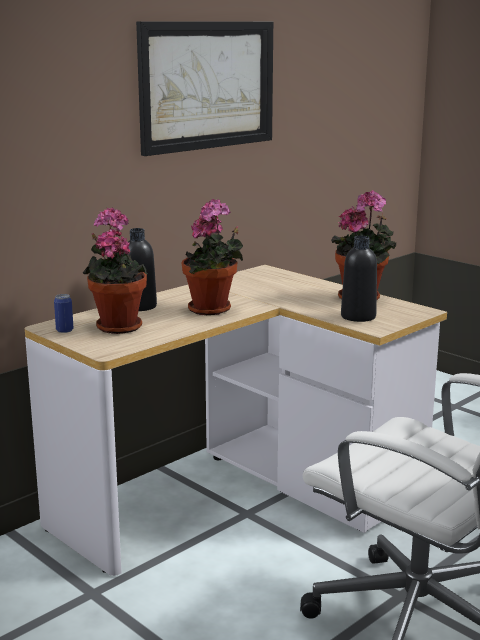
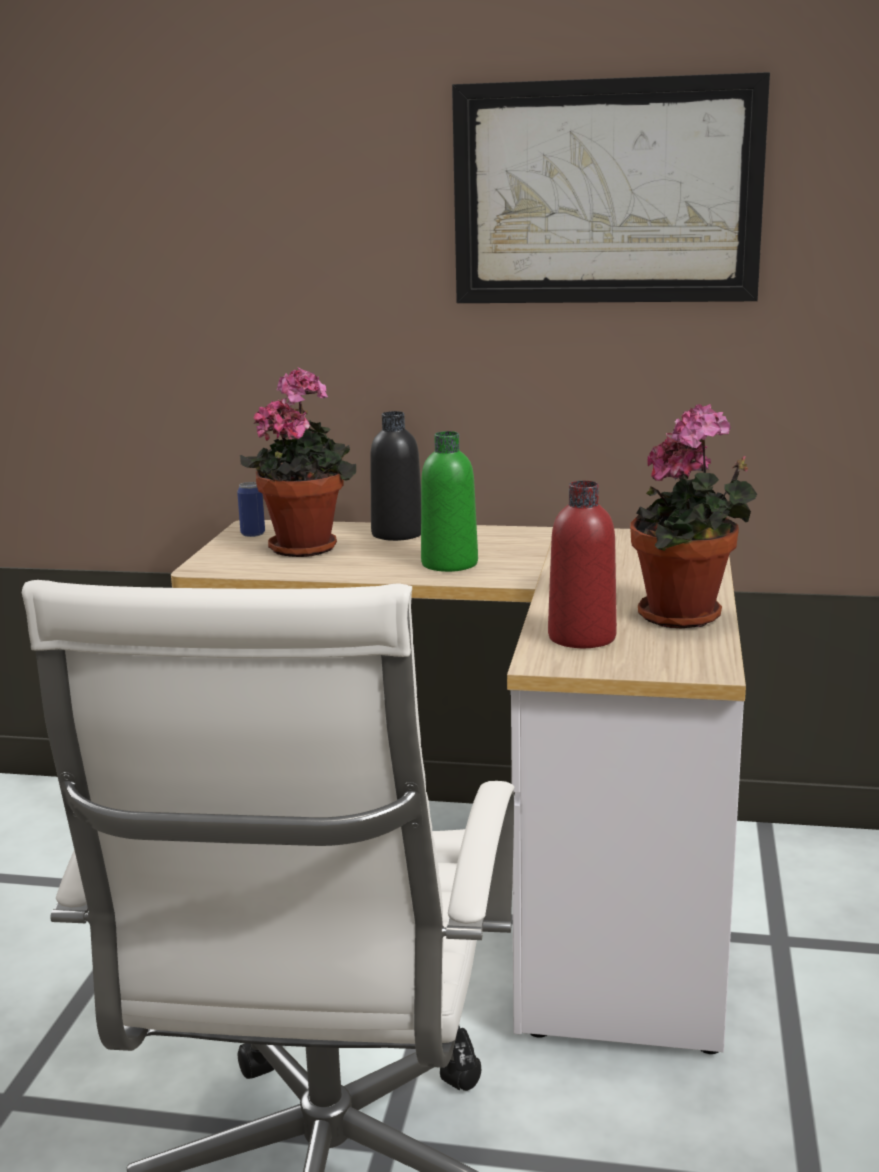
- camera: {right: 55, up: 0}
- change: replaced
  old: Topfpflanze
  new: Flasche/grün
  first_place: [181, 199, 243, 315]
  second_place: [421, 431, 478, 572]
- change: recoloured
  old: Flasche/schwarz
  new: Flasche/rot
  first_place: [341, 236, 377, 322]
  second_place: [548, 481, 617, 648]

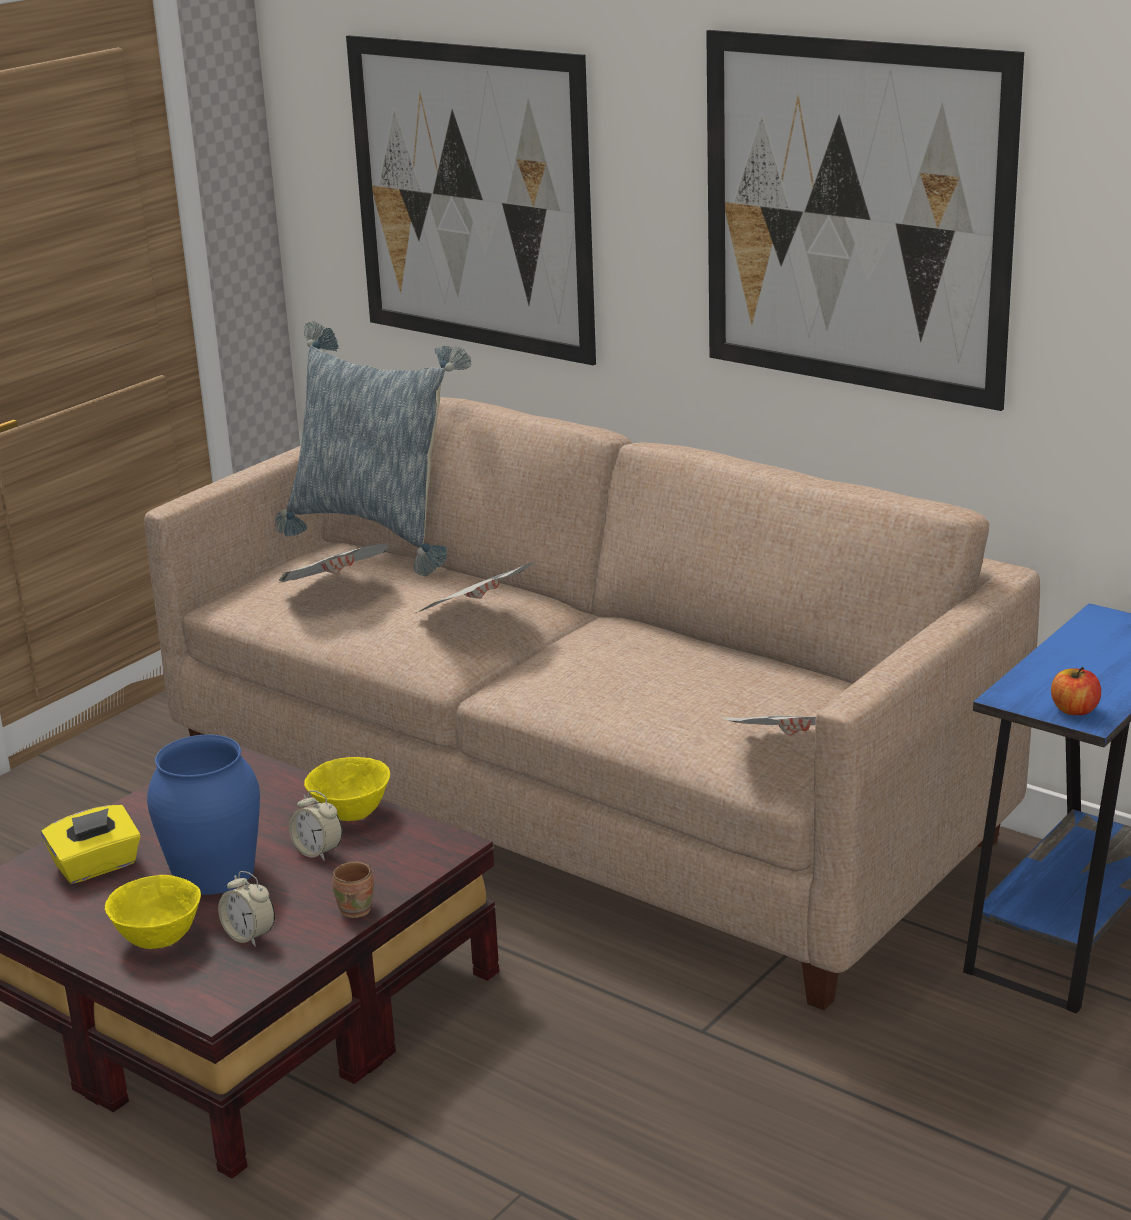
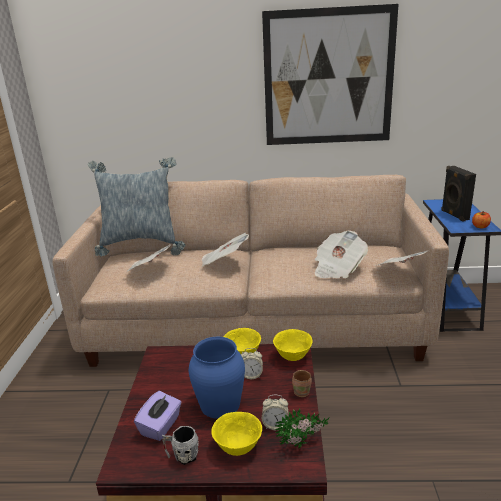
- camera: {right: -35, up: 0}
- change: removed
  old: Bild
  first_place: [346, 35, 596, 365]
- change: added
  new: Henkelbecher/grau
  second_place: [162, 426, 199, 465]
- change: added
  new: Schüssel/gelb
  second_place: [273, 329, 313, 361]
- change: added
  new: Topfpflanze
  second_place: [275, 409, 329, 448]
- change: added
  new: Zeitung
  second_place: [314, 231, 368, 278]
- change: added
  new: Lautsprecher/schwarz
  second_place: [441, 166, 476, 221]
- change: recoloured
  old: Taschentuchbox/gelb
  new: Taschentuchbox/lila
  first_place: [41, 805, 141, 884]
  second_place: [134, 391, 182, 441]

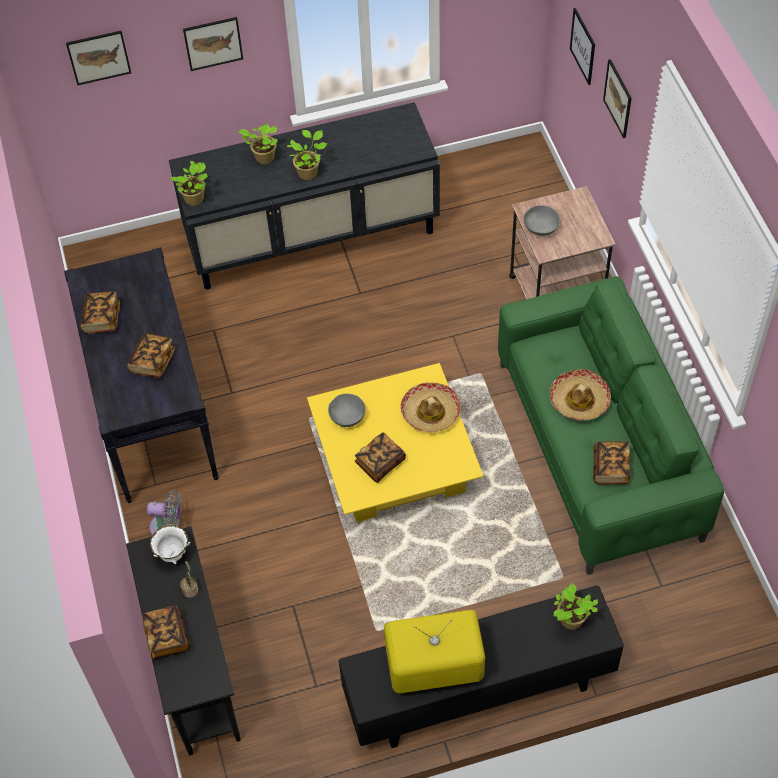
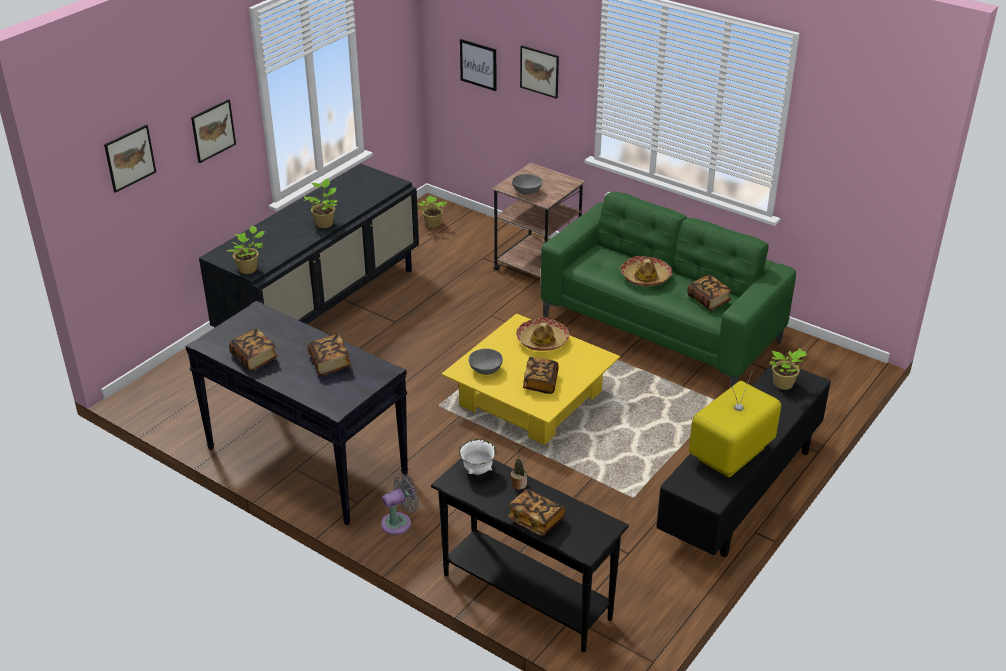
- camera: {right: -40, up: -20}
- change: moved
  old: Topfpflanze
  first_place: [238, 123, 278, 164]
  second_place: [417, 196, 447, 228]

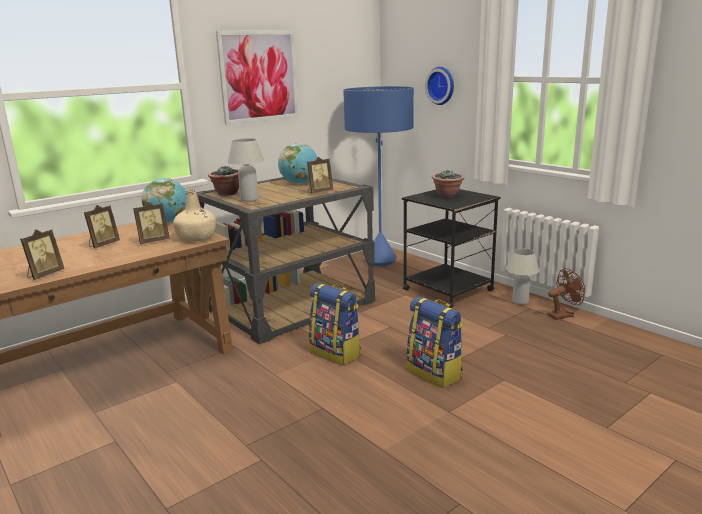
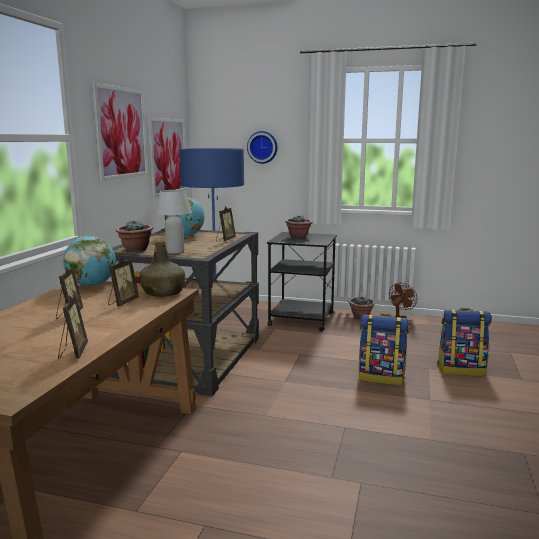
- camera: {right: -35, up: -5}
- change: added
  new: Bild
  second_place: [148, 117, 187, 198]
- change: moved
  old: Rucksack
  first_place: [309, 283, 361, 366]
  second_place: [437, 308, 492, 376]
- change: replaced
  old: Tischlampe/weiß
  new: Topfpflanze
  first_place: [506, 248, 539, 305]
  second_place: [349, 296, 375, 319]
- change: recoloured
  old: Flasche/beige
  new: Flasche/grün
  first_place: [173, 189, 216, 242]
  second_place: [139, 241, 185, 297]

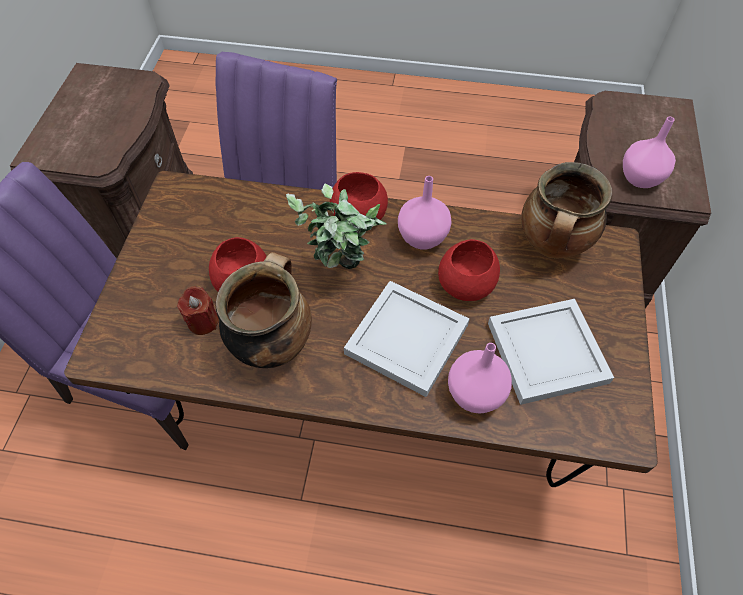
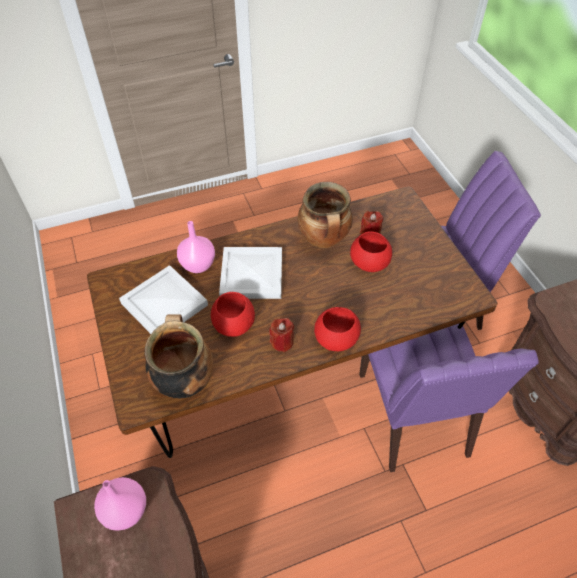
- camera: {right: 150, up: -5}
- change: removed
  old: Topfpflanze
  first_place: [286, 184, 387, 269]
- change: replaced
  old: Vase/rosa
  new: Kerze/rot
  first_place: [398, 176, 452, 250]
  second_place: [269, 318, 294, 352]

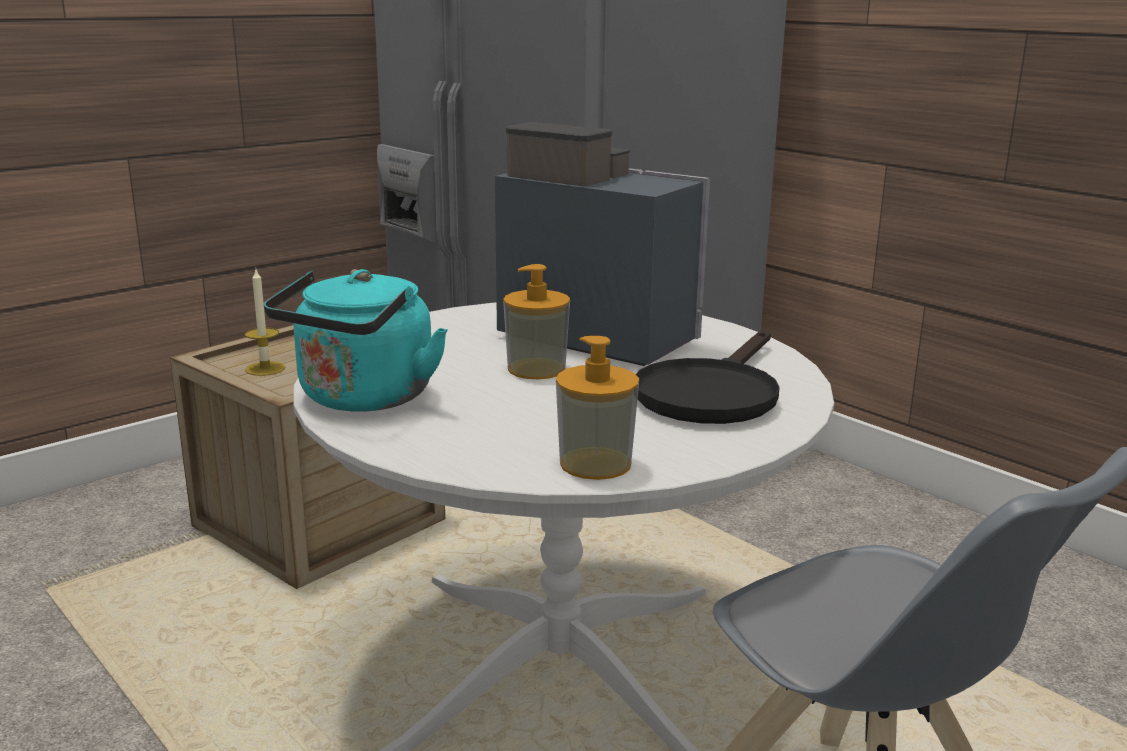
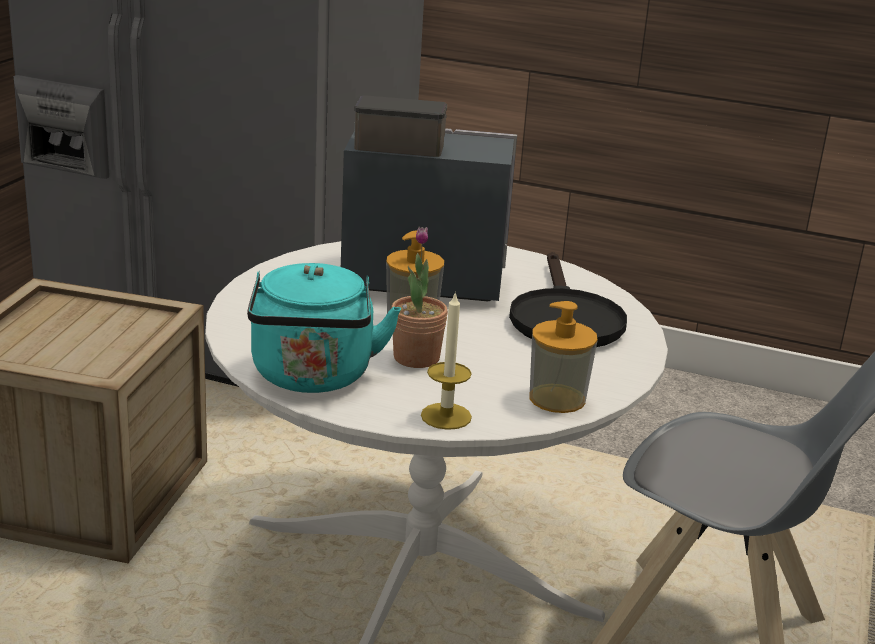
- camera: {right: -30, up: 5}
- change: added
  new: Topfpflanze
  second_place: [391, 226, 448, 368]
- change: moved
  old: Kerze
  first_place: [245, 267, 285, 376]
  second_place: [421, 291, 472, 430]

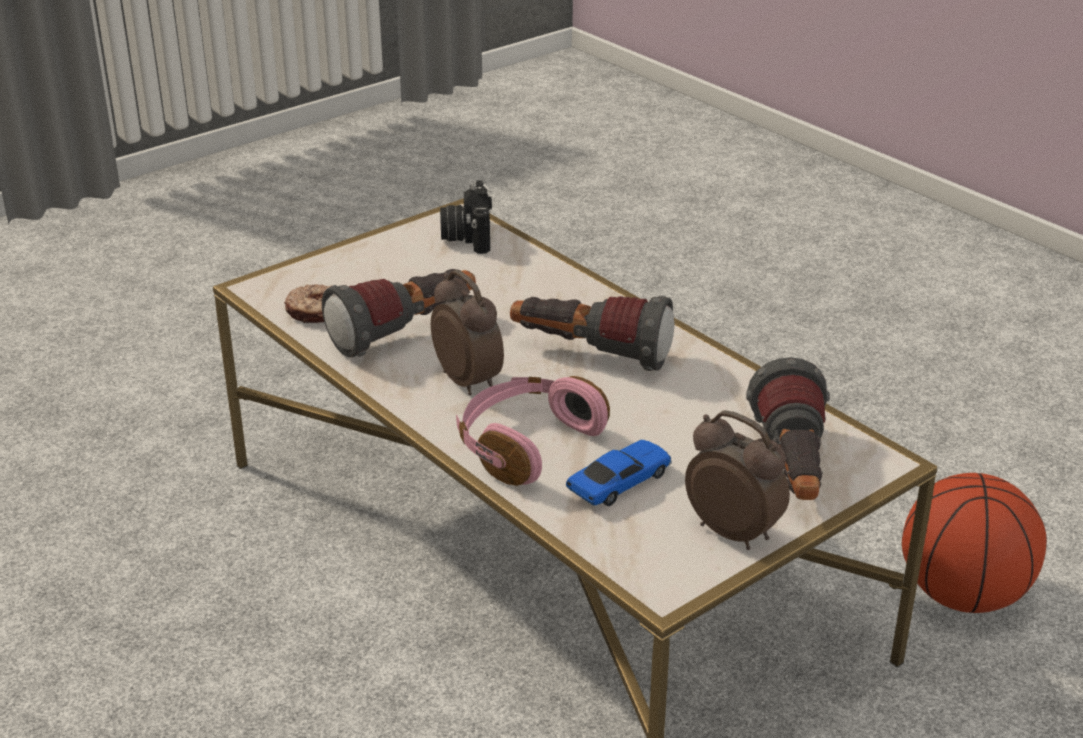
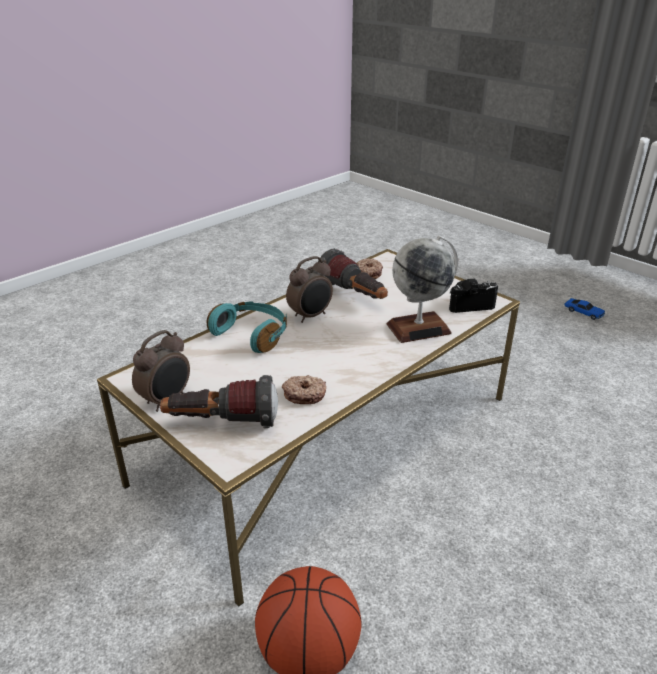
- camera: {right: 85, up: 0}
- change: removed
  old: Taschenlampe
  first_place: [510, 295, 674, 371]
- change: added
  new: Donut
  second_place: [282, 375, 326, 404]
- change: added
  new: Globus
  second_place: [387, 235, 458, 343]
- change: moved
  old: Spielzeugauto
  first_place: [566, 440, 672, 506]
  second_place: [564, 298, 605, 320]
- change: recoloured
  old: Kopfhörer/rosa
  new: Kopfhörer/türkis
  first_place: [456, 376, 610, 486]
  second_place: [206, 301, 287, 353]

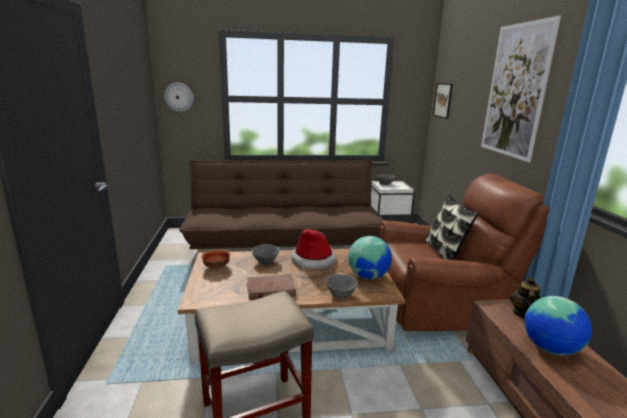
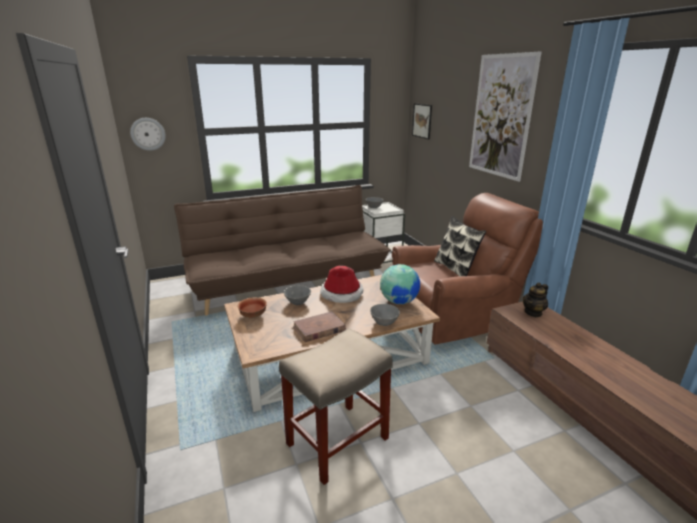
- camera: {right: -15, up: 5}
- change: removed
  old: Globus
  first_place: [524, 296, 592, 355]
- change: turned
  old: Teekanne
  first_place: [510, 277, 542, 318]
  second_place: [523, 283, 548, 317]
  degrees: -135

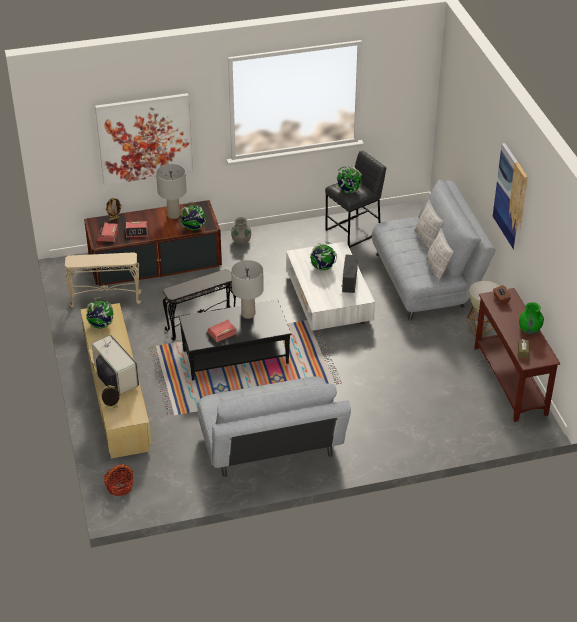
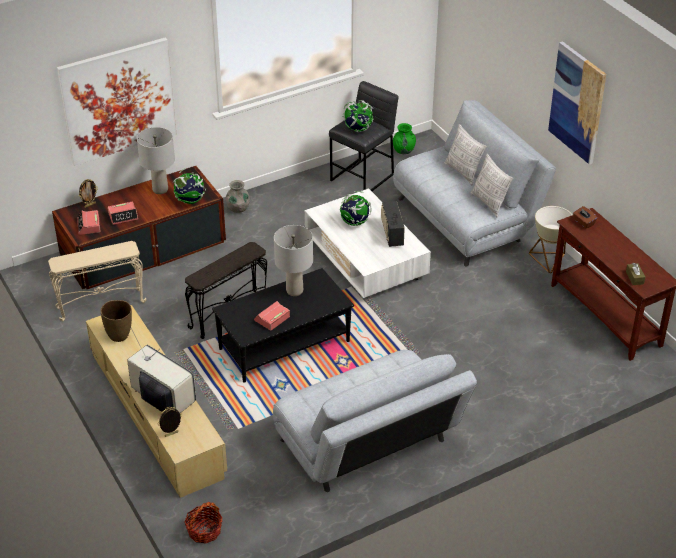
- camera: {right: -15, up: 0}
- change: moved
  old: Vase/grün
  first_place: [519, 302, 544, 334]
  second_place: [393, 123, 416, 154]
- change: replaced
  old: Globus
  new: Vase/braun
  first_place: [86, 297, 114, 328]
  second_place: [100, 300, 132, 342]

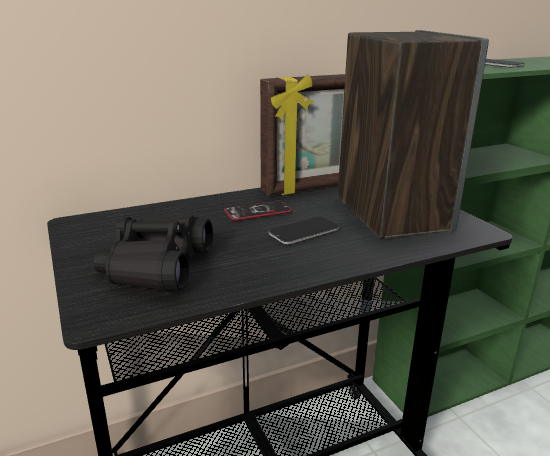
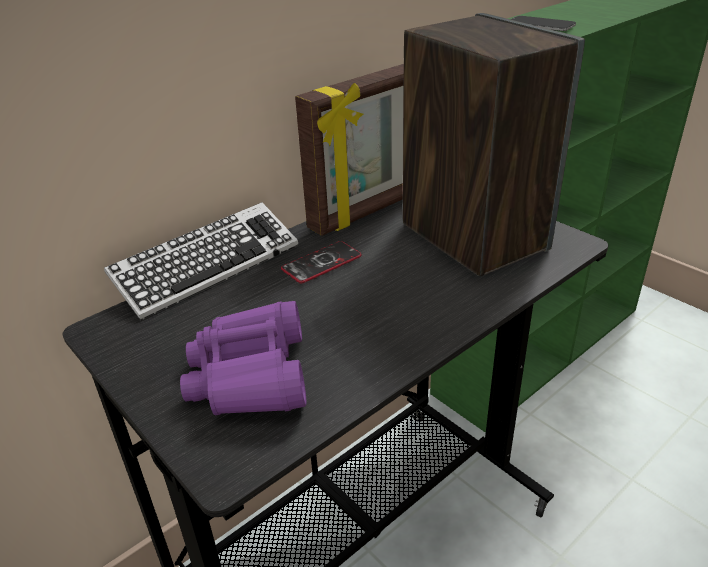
- camera: {right: -15, up: 10}
- change: removed
  old: Handy
  first_place: [268, 217, 339, 245]
- change: added
  new: Tastatur
  second_place: [104, 202, 298, 320]
- change: recoloured
  old: Fernglas/schwarz
  new: Fernglas/lila
  first_place: [93, 216, 213, 291]
  second_place: [180, 301, 306, 415]

